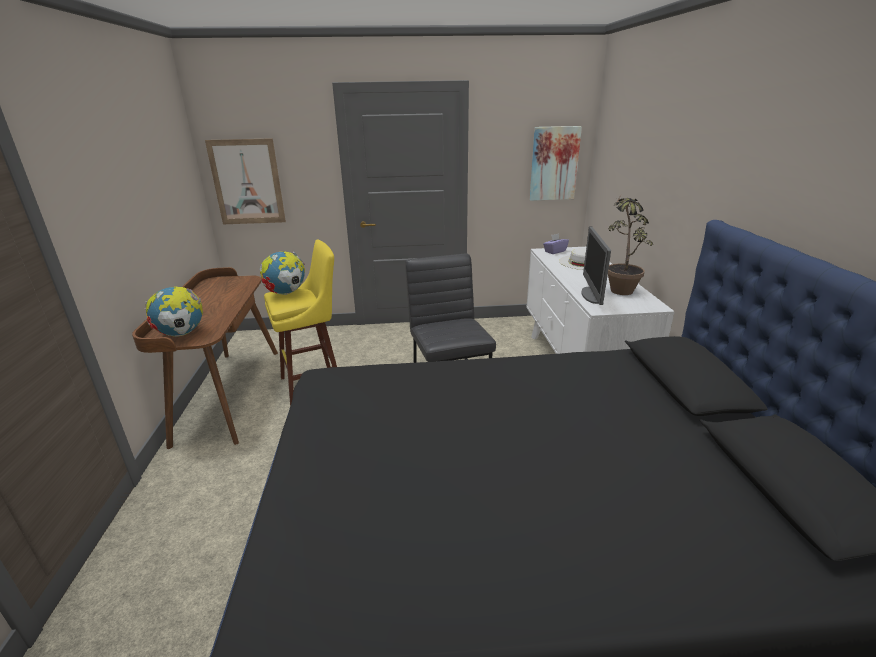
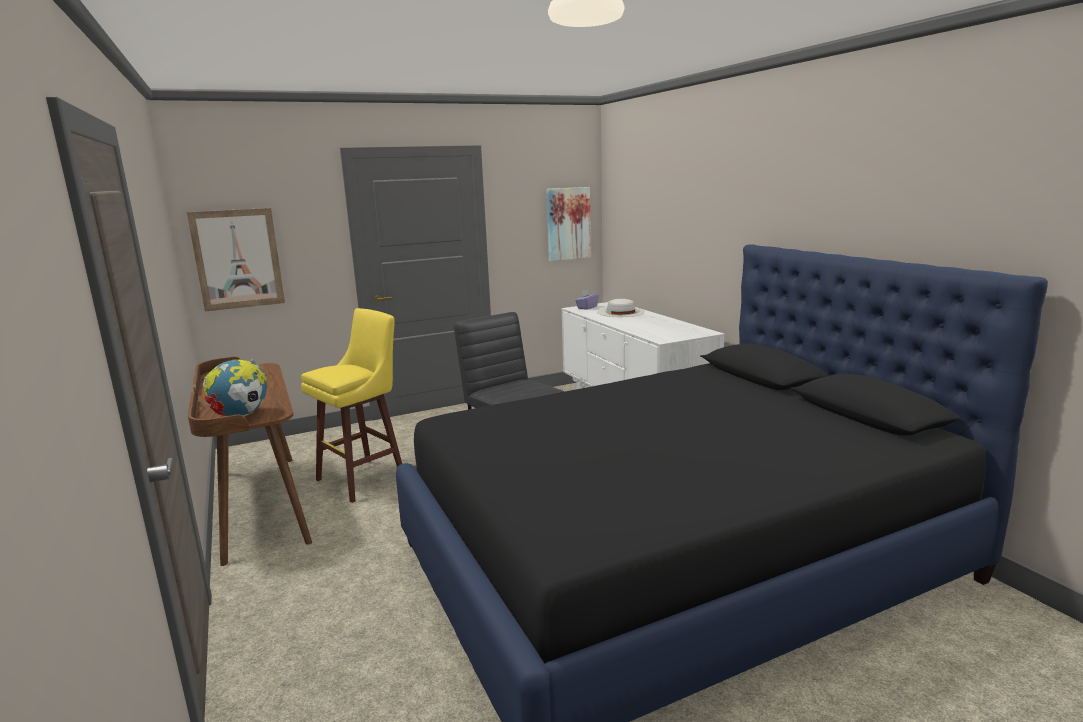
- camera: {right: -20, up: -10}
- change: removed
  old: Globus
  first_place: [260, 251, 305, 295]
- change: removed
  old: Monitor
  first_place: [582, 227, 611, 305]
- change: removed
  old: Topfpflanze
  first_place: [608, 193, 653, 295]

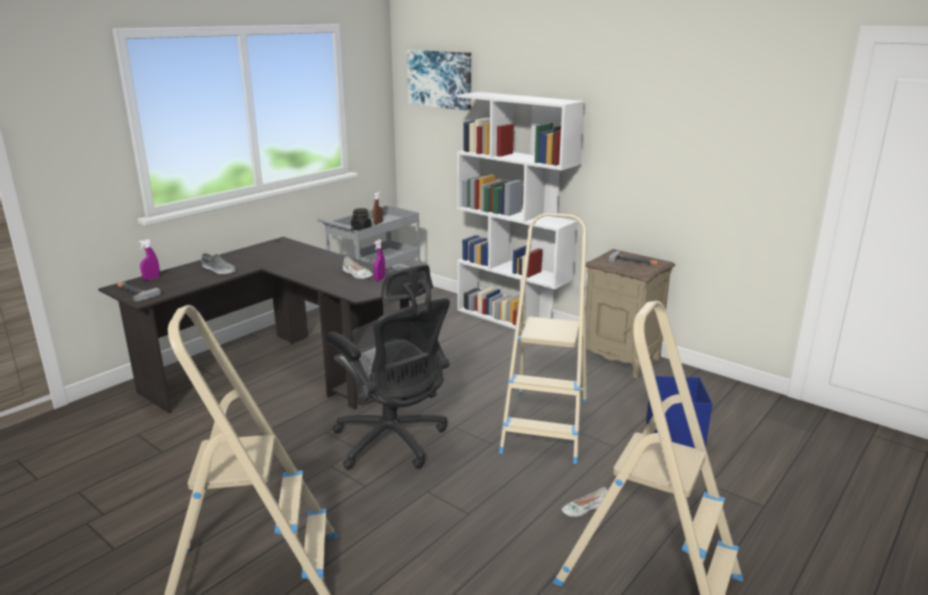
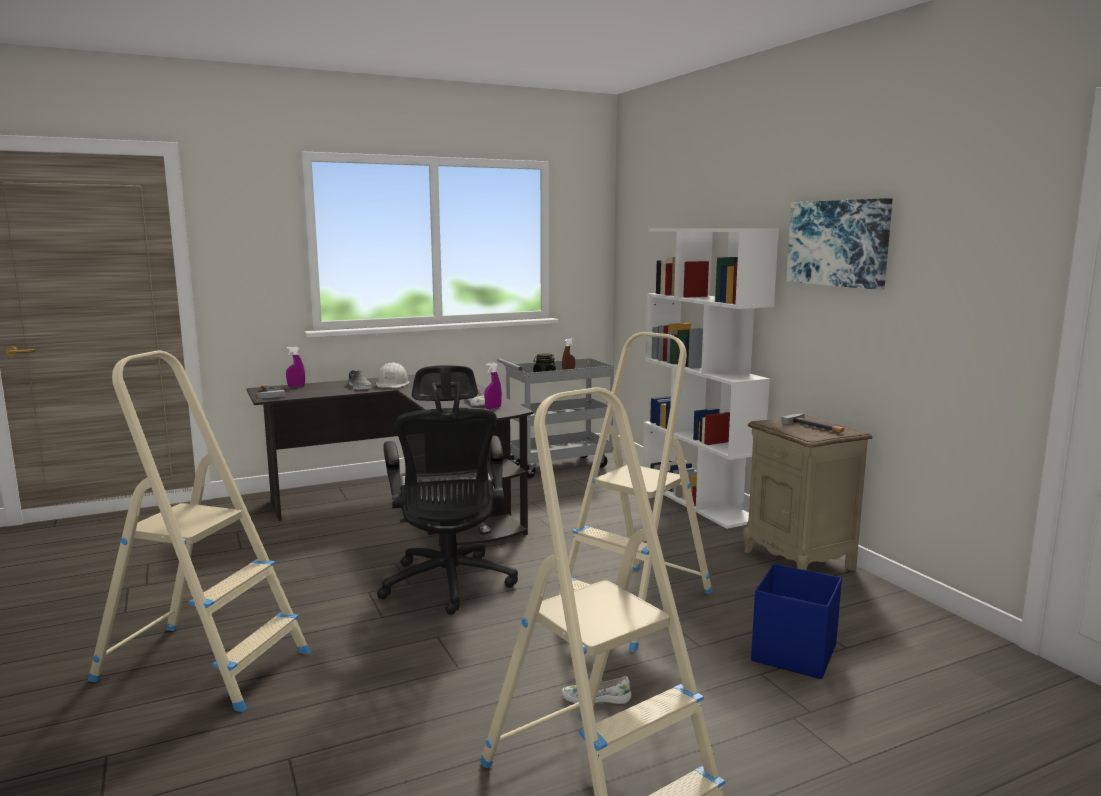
- camera: {right: 25, up: -10}
- change: added
  new: Schutzhelm/weiß
  second_place: [376, 362, 410, 388]
- change: moved
  old: Bild
  first_place: [407, 50, 471, 111]
  second_place: [786, 198, 892, 290]

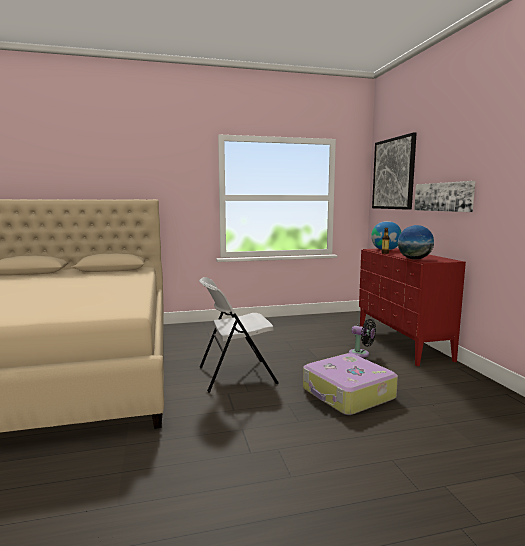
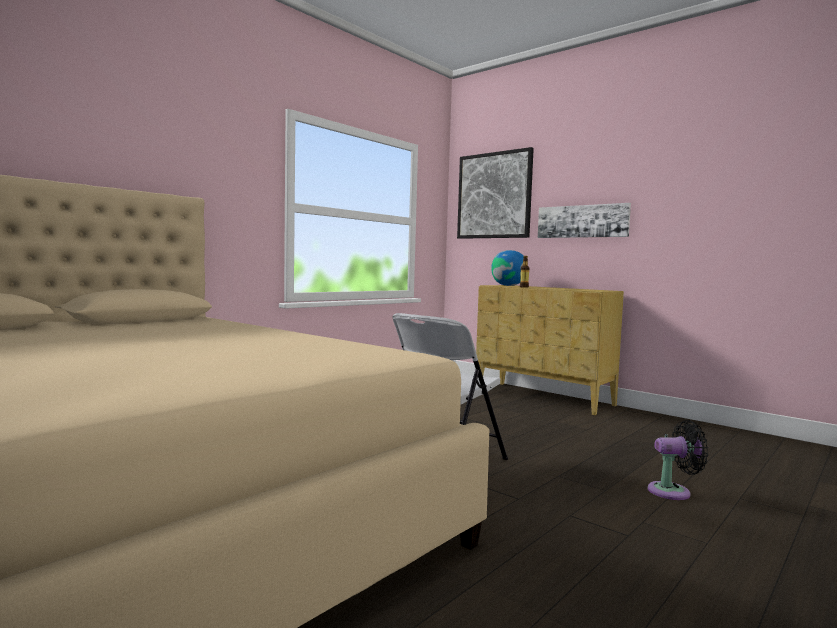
- camera: {right: -35, up: -5}
- change: removed
  old: Koffer
  first_place: [303, 353, 398, 415]
- change: removed
  old: Globus
  first_place: [398, 225, 434, 260]
- change: moved
  old: Ventilator/schwarz
  first_place: [349, 319, 376, 358]
  second_place: [648, 420, 708, 500]
- change: recoloured
  old: Kommode/rot
  new: Kommode/beige
  first_place: [359, 248, 466, 366]
  second_place: [476, 285, 624, 415]

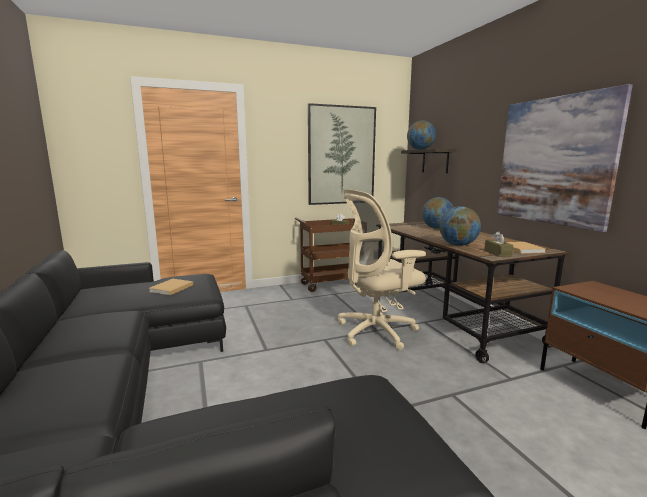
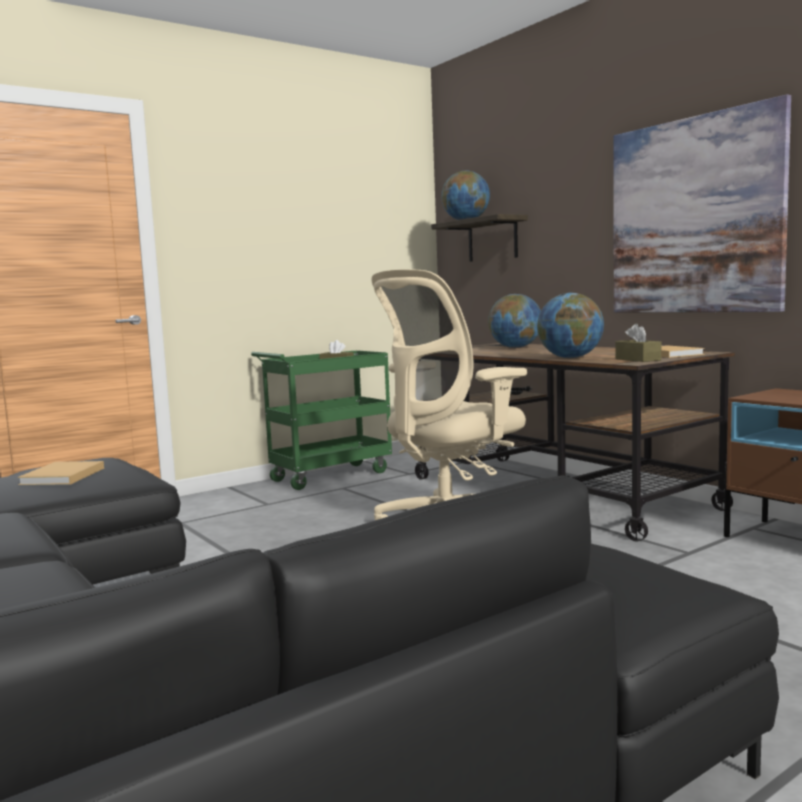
- camera: {right: -15, up: -5}
- change: removed
  old: Bild
  first_place: [308, 103, 376, 205]
- change: recoloured
  old: Rollwagen/braun
  new: Rollwagen/grün
  first_place: [295, 217, 356, 292]
  second_place: [251, 351, 392, 490]

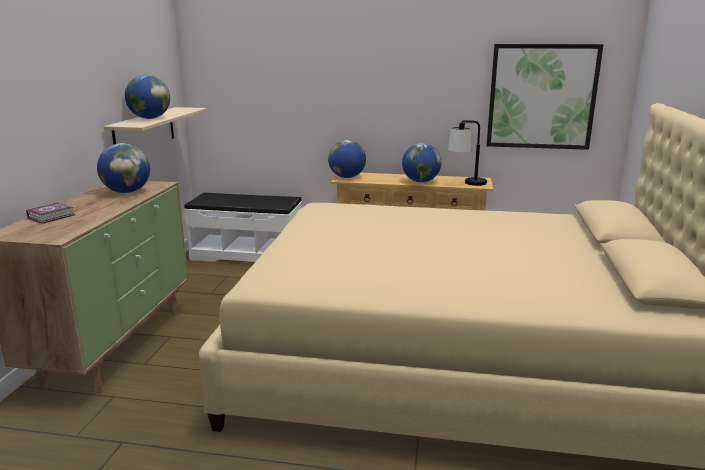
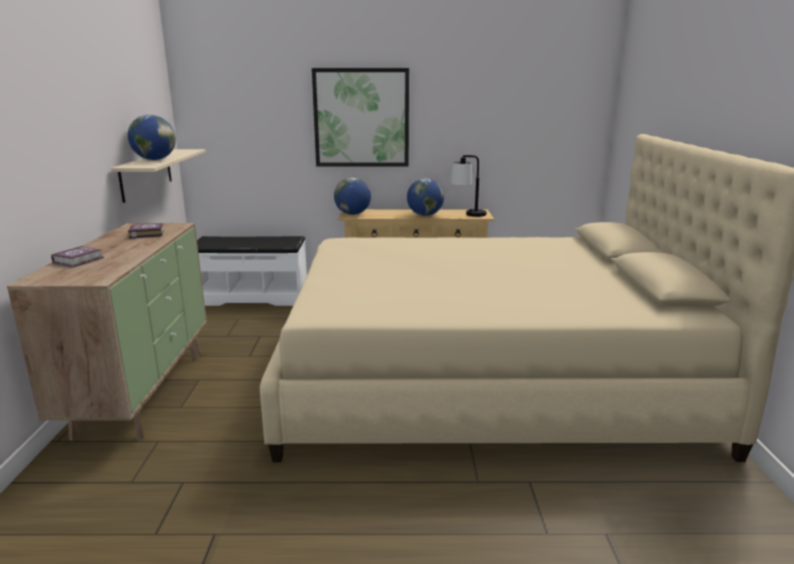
- camera: {right: -10, up: 0}
- change: moved
  old: Bild
  first_place: [486, 44, 603, 150]
  second_place: [312, 68, 409, 166]
- change: replaced
  old: Globus
  new: Buch
  first_place: [97, 143, 150, 193]
  second_place: [128, 223, 164, 239]

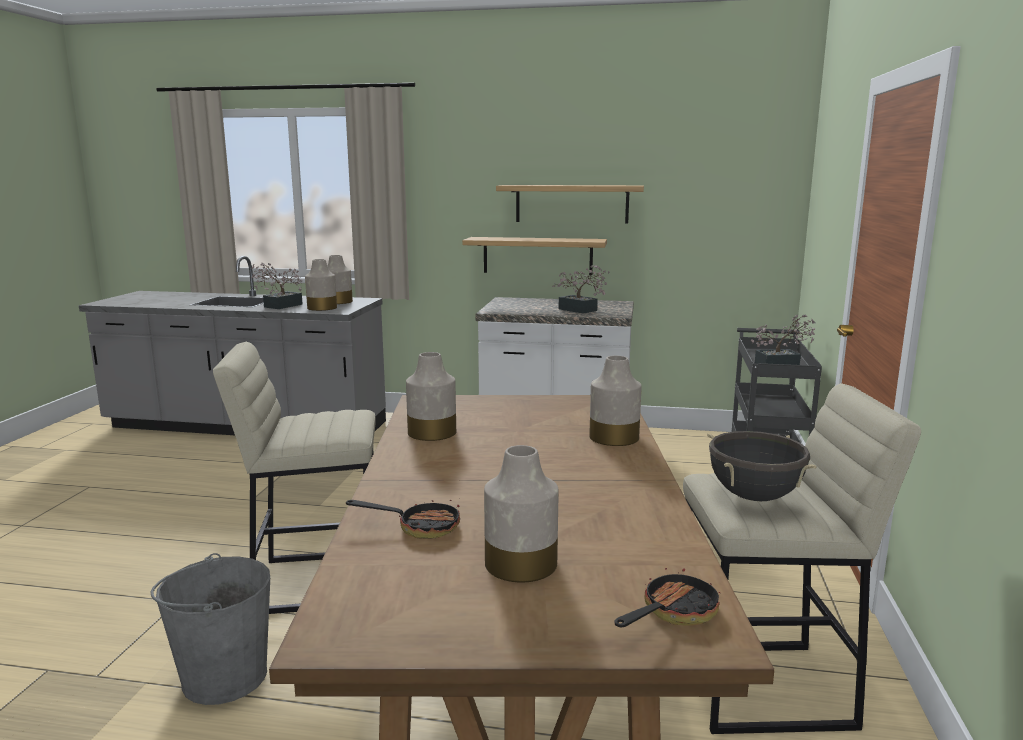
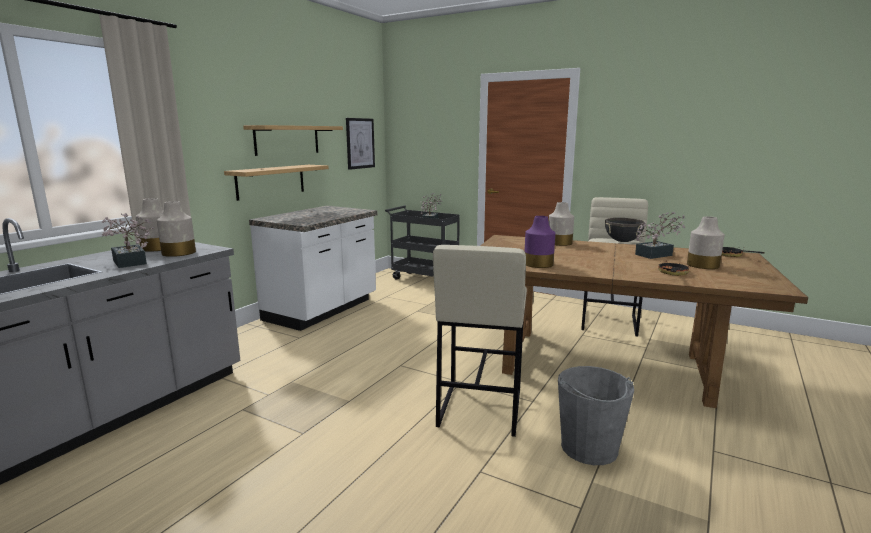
- camera: {right: -70, up: 0}
- change: added
  new: Bild
  second_place: [346, 118, 375, 170]
- change: moved
  old: Topfpflanze
  first_place: [552, 265, 610, 314]
  second_place: [635, 212, 686, 259]
- change: recoloured
  old: Vase/beige
  new: Vase/lila
  first_place: [406, 352, 456, 441]
  second_place: [524, 216, 555, 268]

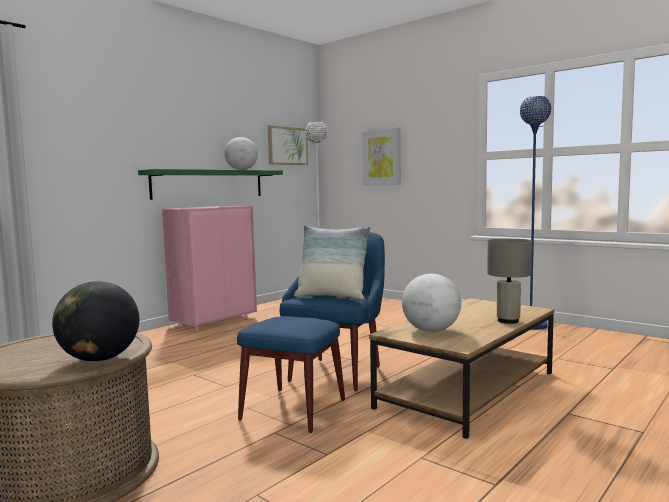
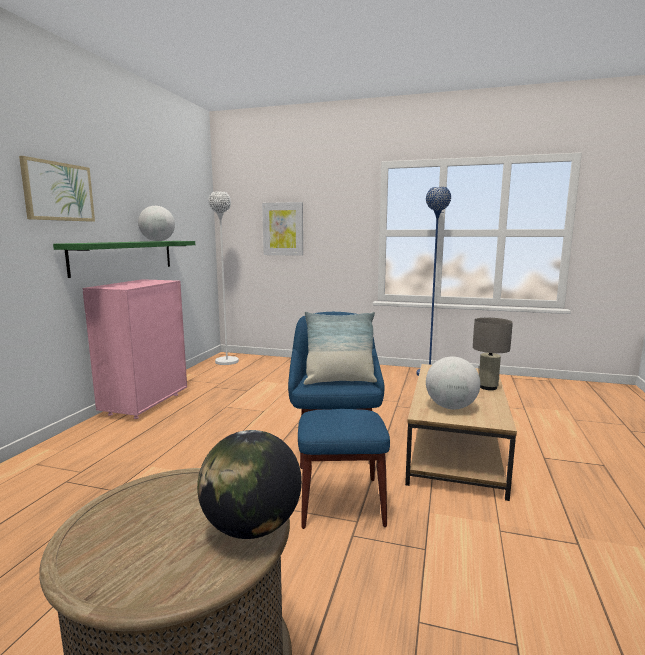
- camera: {right: -25, up: 5}
- change: moved
  old: Bild
  first_place: [268, 125, 308, 165]
  second_place: [19, 156, 95, 222]

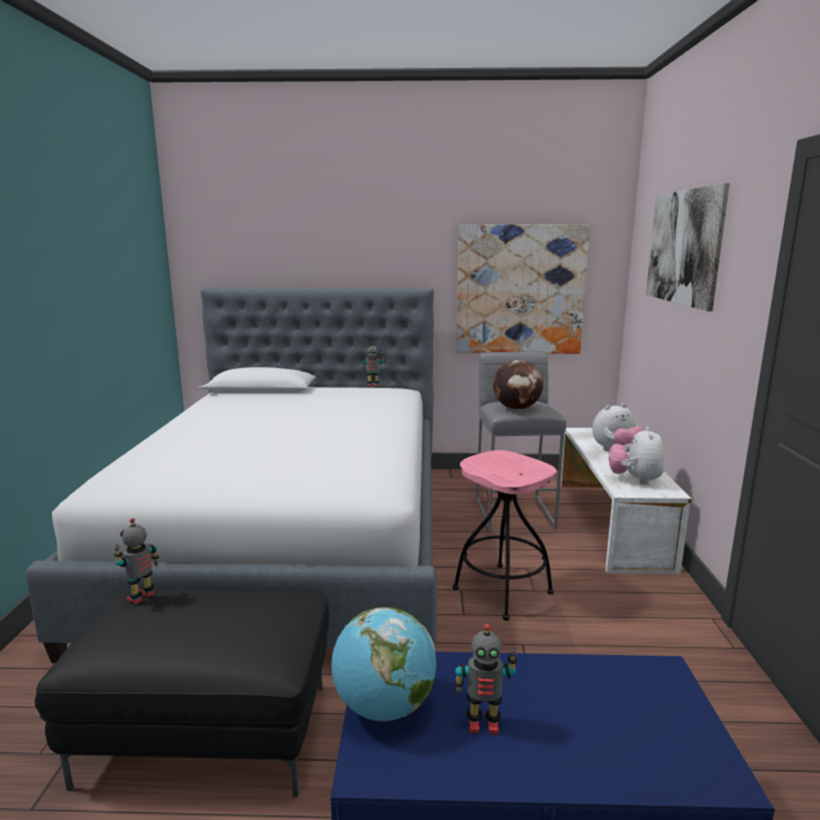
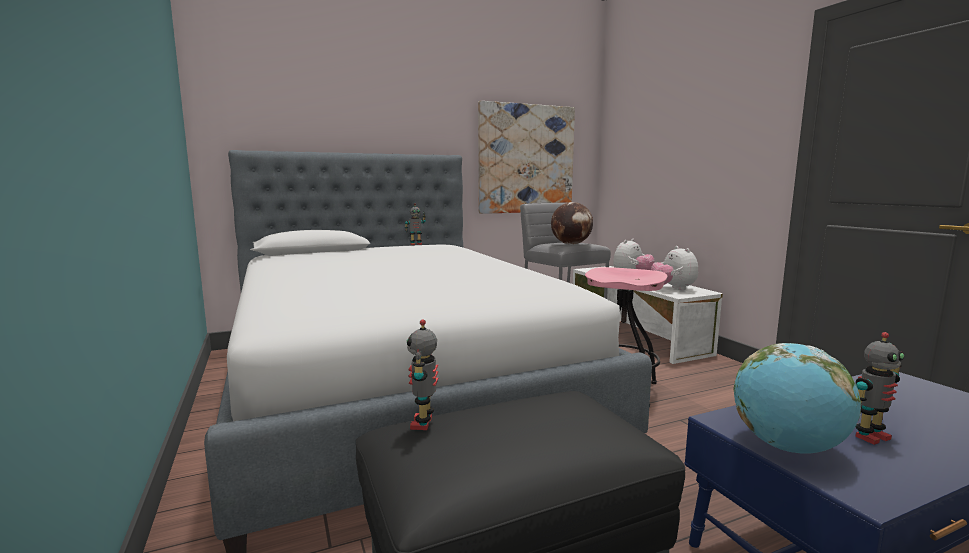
- camera: {right: -25, up: -5}
- change: removed
  old: Bild
  first_place: [646, 183, 730, 312]

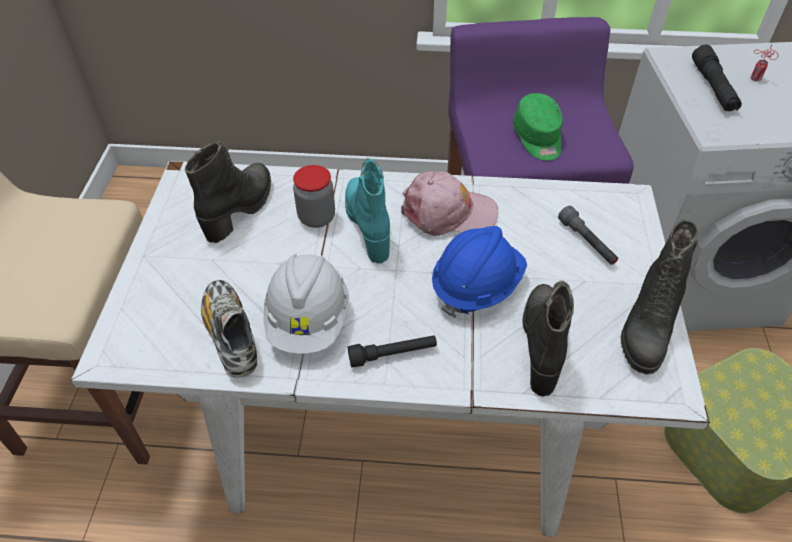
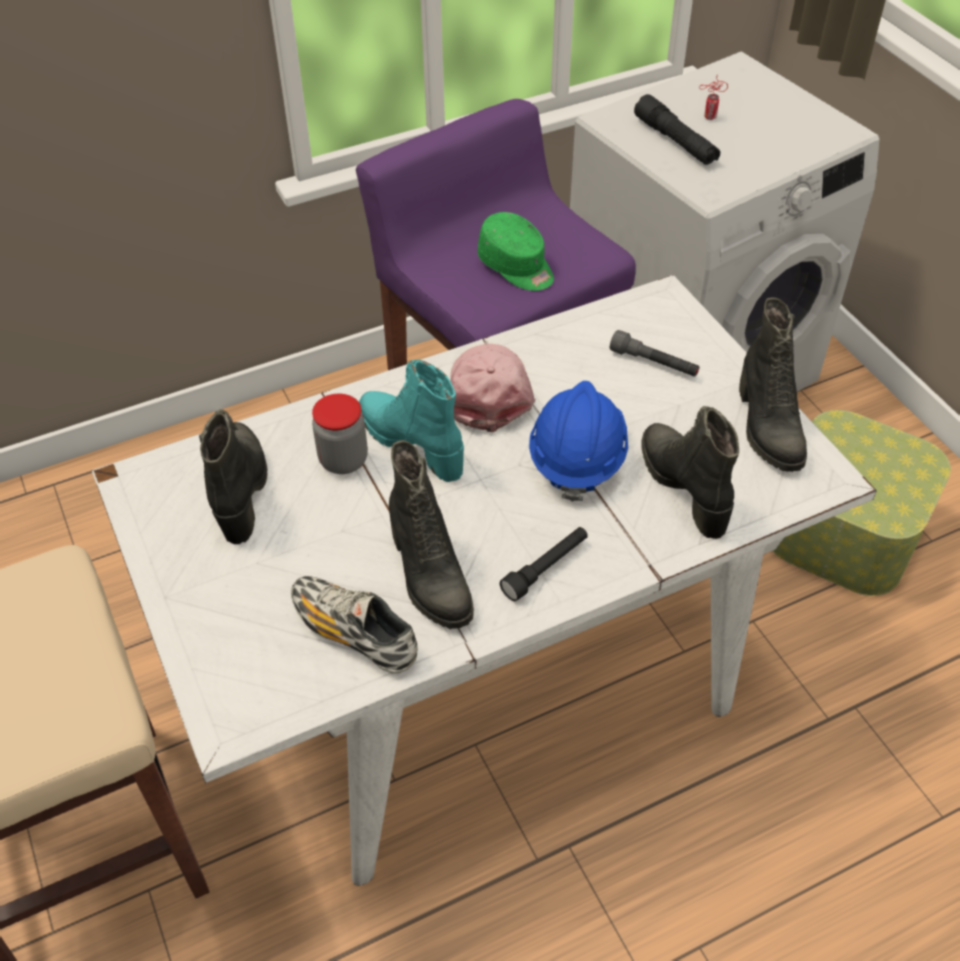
- camera: {right: -30, up: 0}
- change: replaced
  old: Schutzhelm/weiß
  new: Stiefel/schwarz
  first_place: [264, 254, 349, 354]
  second_place: [389, 440, 474, 629]
- change: turned
  old: Kappe/rosa
  first_place: [401, 172, 498, 236]
  second_place: [451, 344, 535, 432]
  degrees: -60

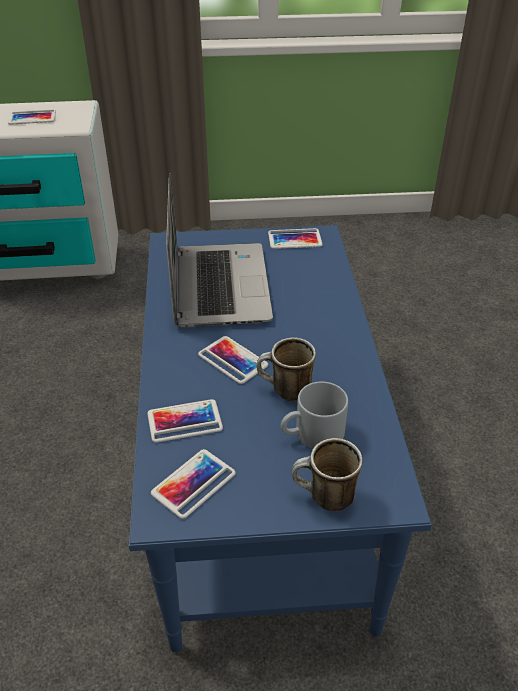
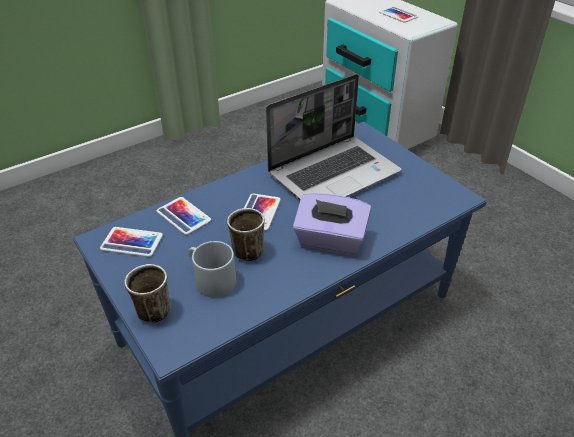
- camera: {right: 60, up: 0}
- change: removed
  old: Handy
  first_place: [268, 228, 323, 249]
- change: added
  new: Taschentuchbox/lila
  second_place: [293, 193, 371, 255]

